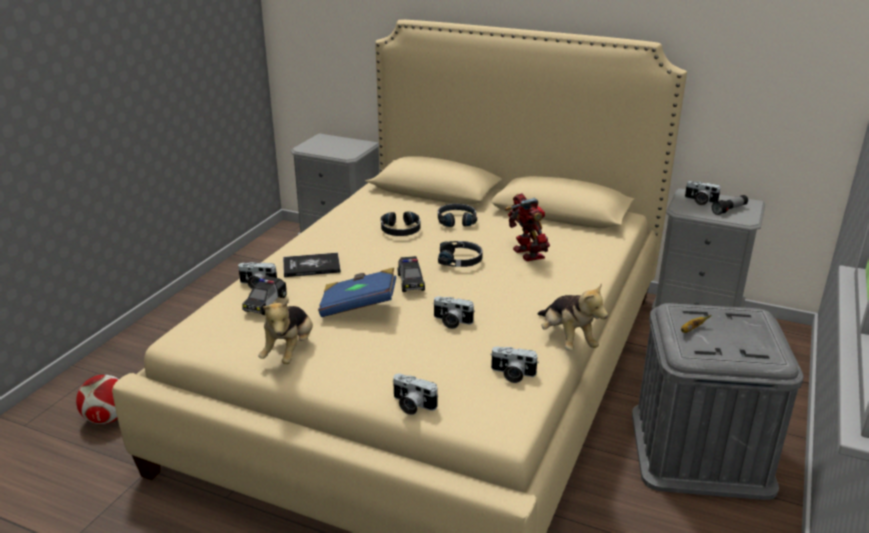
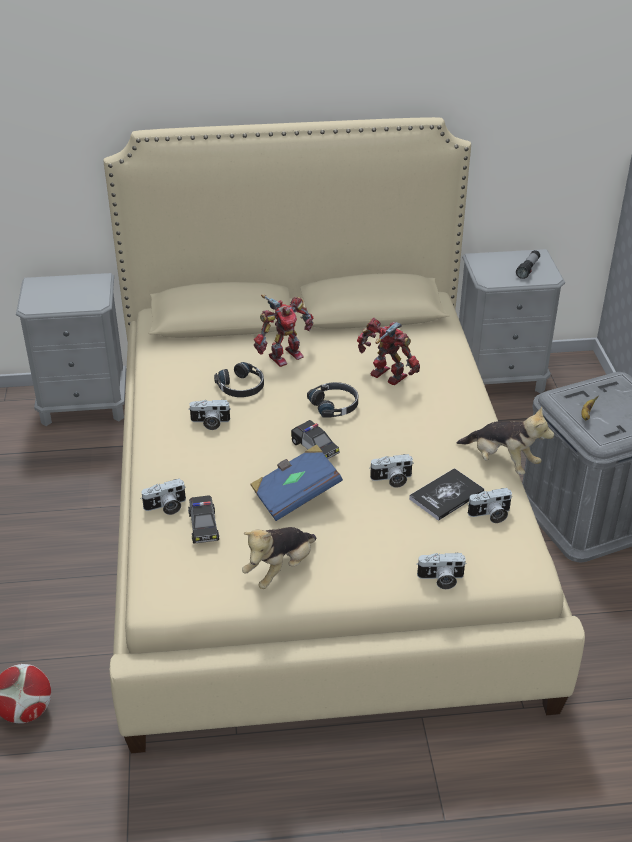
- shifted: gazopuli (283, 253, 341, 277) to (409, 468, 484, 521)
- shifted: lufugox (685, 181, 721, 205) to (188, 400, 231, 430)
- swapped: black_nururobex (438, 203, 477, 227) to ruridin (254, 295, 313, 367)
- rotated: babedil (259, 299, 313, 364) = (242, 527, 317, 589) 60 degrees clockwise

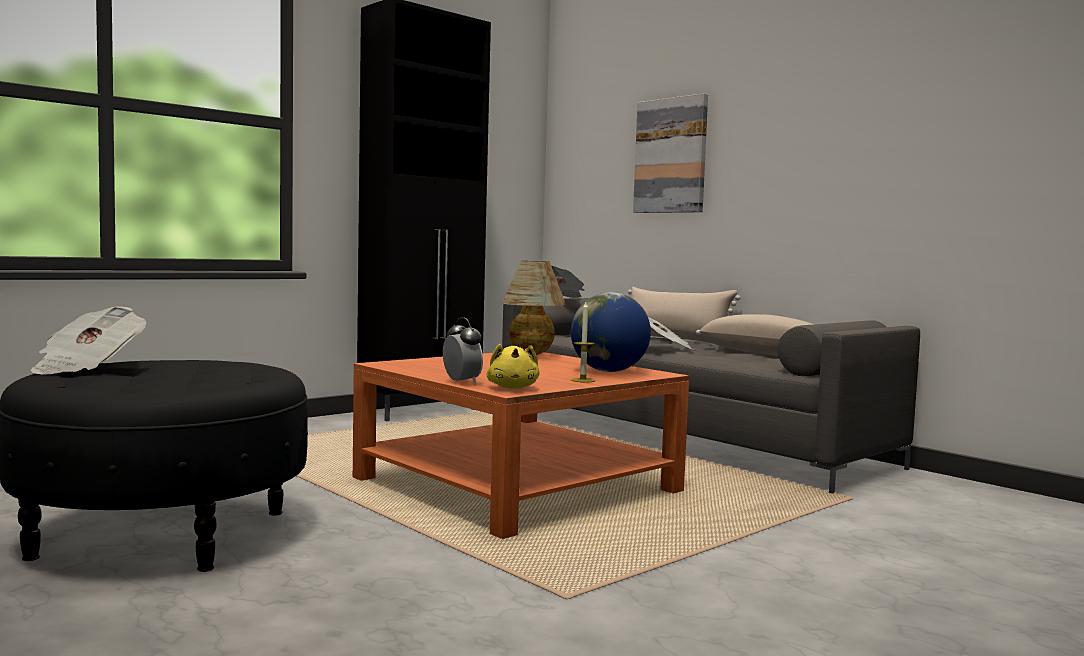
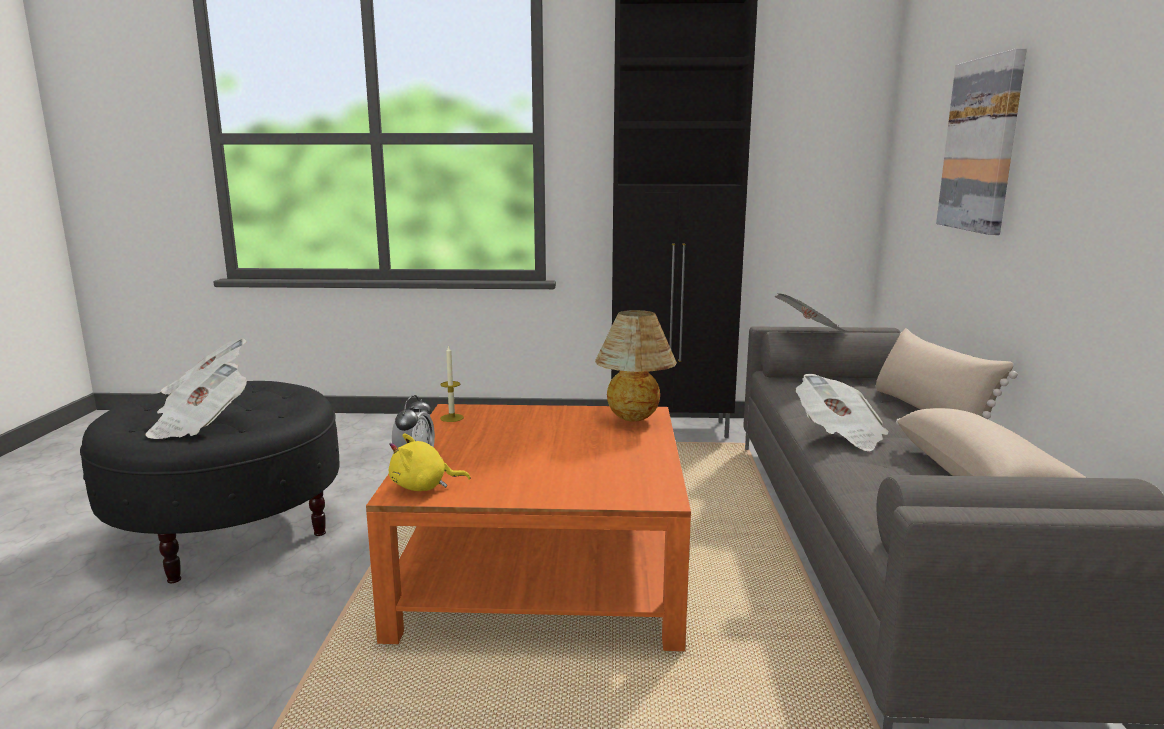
- gone: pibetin (571, 292, 651, 372)
- new: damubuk (145, 363, 247, 439)
- shifted: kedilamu (571, 302, 595, 383) to (440, 345, 464, 422)
- rotated: yellow_babedil (487, 344, 540, 389) = (389, 434, 470, 491) 45 degrees clockwise

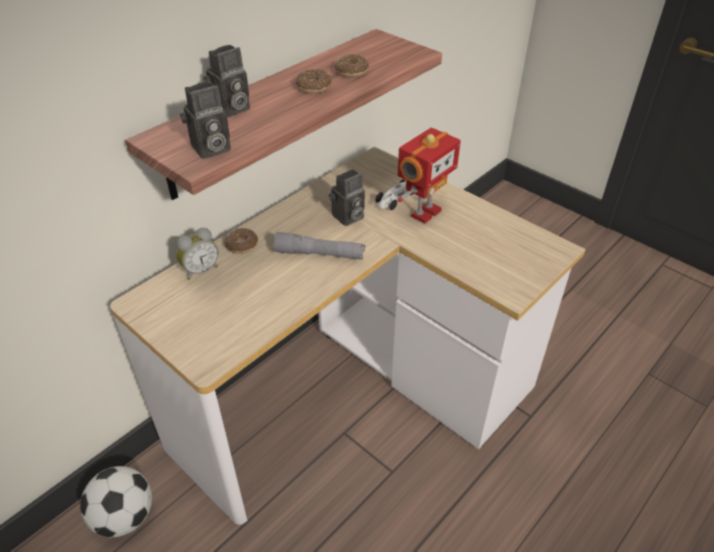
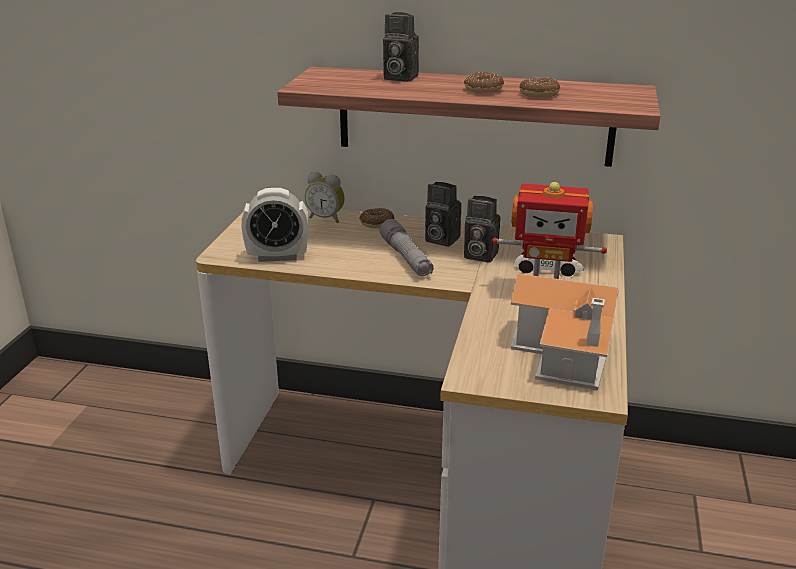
- gone: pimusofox (80, 466, 152, 537)
- new: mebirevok (241, 188, 308, 262)
- new: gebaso (511, 273, 619, 390)
- shifted: lufugox (180, 81, 231, 159) to (425, 182, 461, 247)

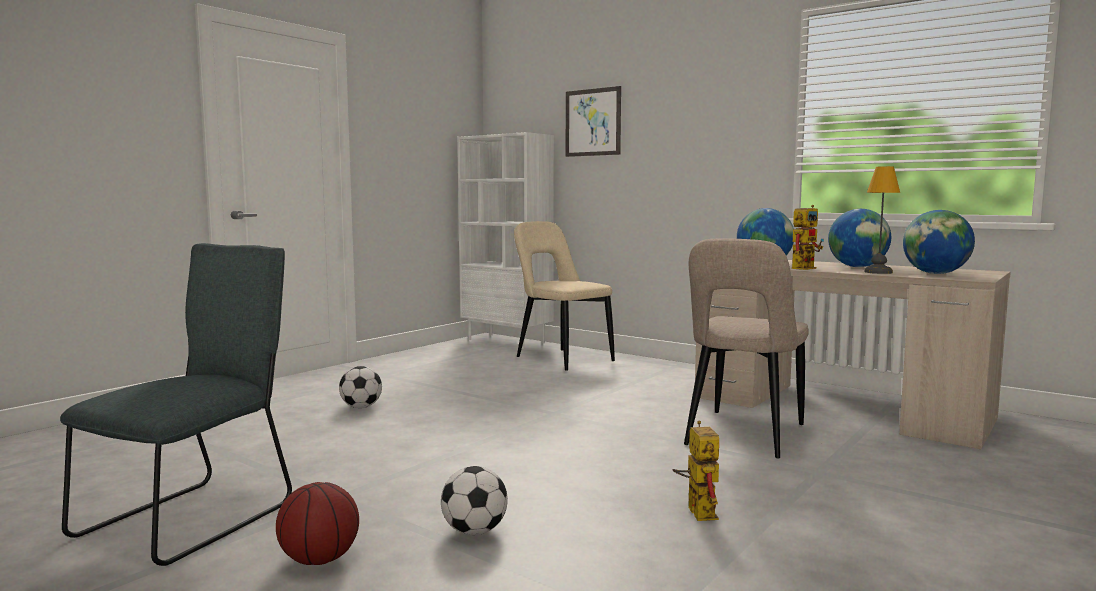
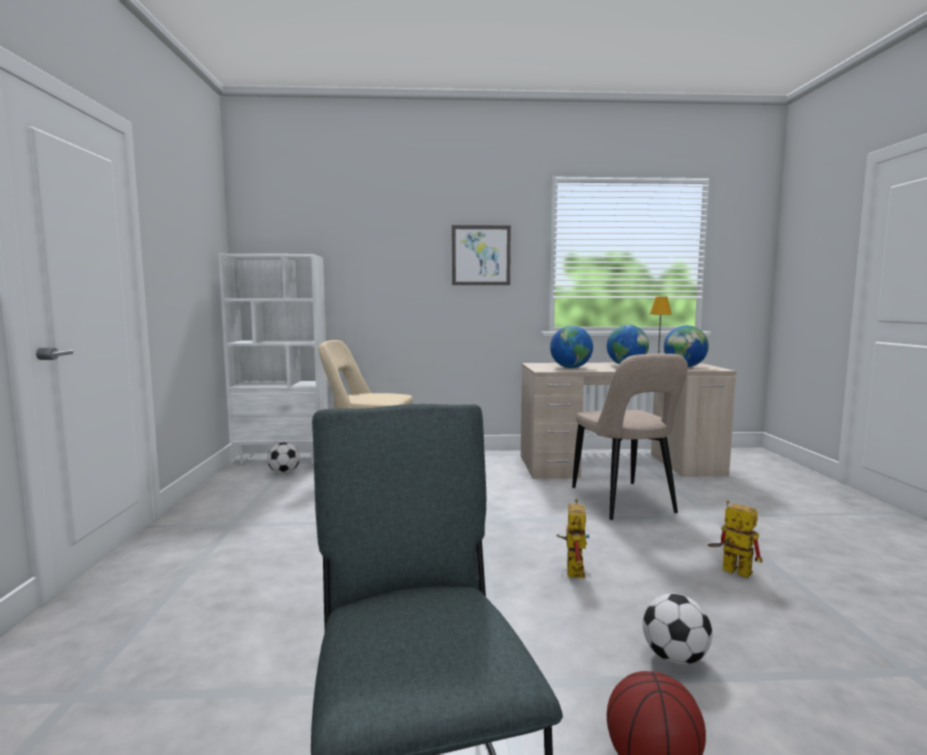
- shifted: pimusofox (339, 366, 382, 408) to (267, 442, 300, 474)
- shifted: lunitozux (566, 86, 621, 157) to (452, 225, 511, 285)
- shifted: ruridin (792, 205, 824, 270) to (557, 499, 589, 578)

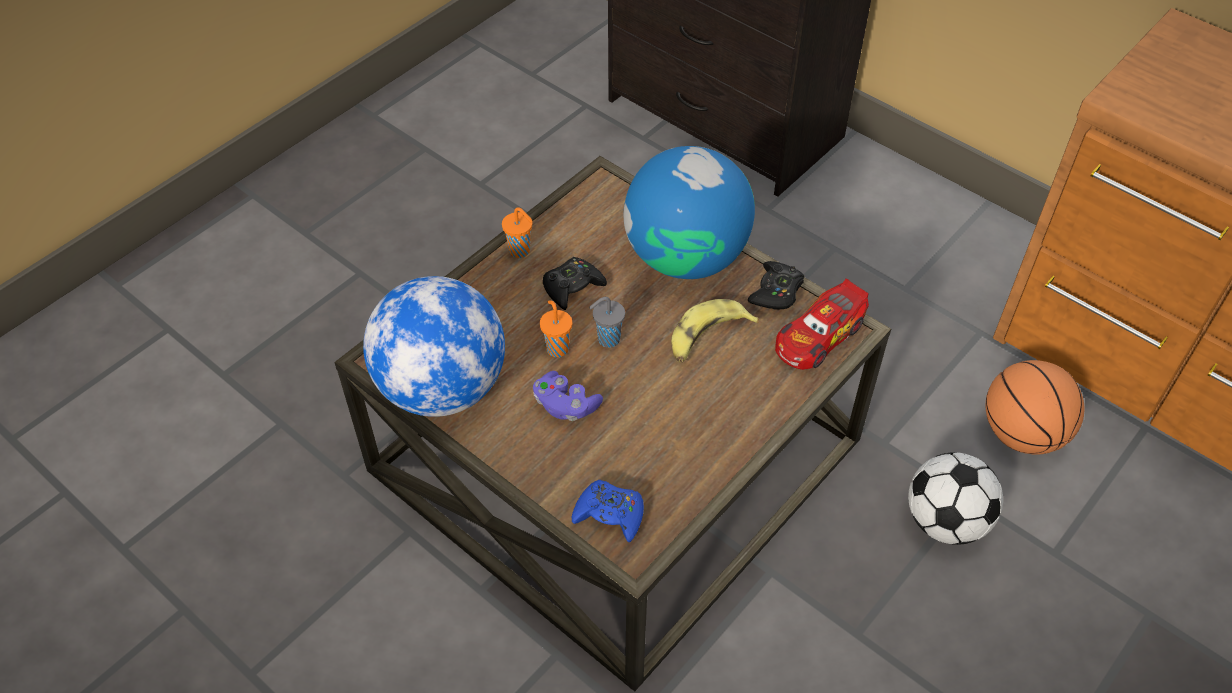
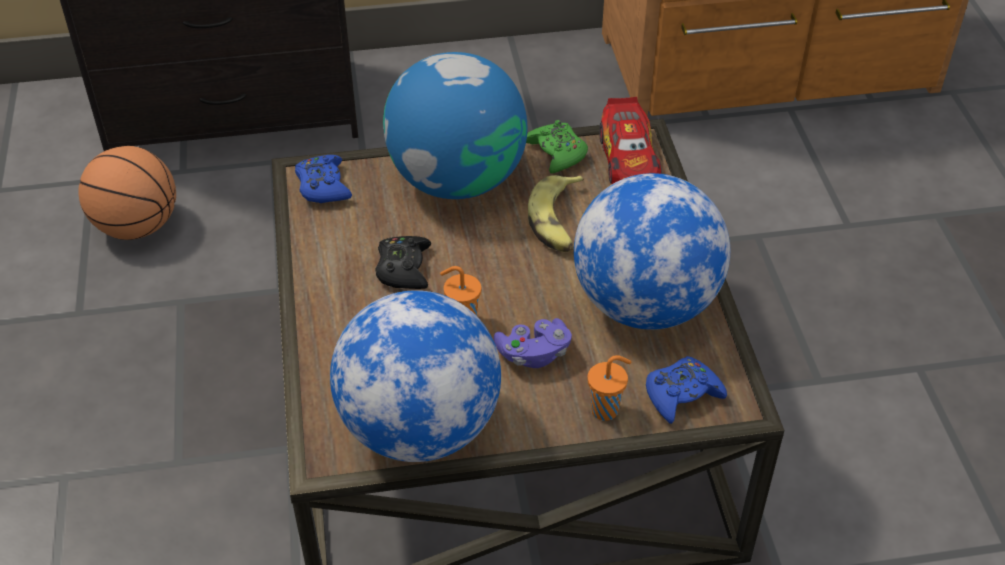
- gone: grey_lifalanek (589, 297, 625, 348)
- gone: pimusofox (908, 452, 1003, 545)
- new: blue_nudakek (295, 155, 352, 203)
- new: pibetin (574, 173, 730, 330)
- shifted: orange_lifalanek (502, 207, 532, 258) to (587, 355, 631, 421)
- shifted: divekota (986, 360, 1085, 455) to (78, 146, 176, 240)
- repainted: black_nudakek (748, 261, 804, 310) to green_nudakek (526, 120, 588, 173)

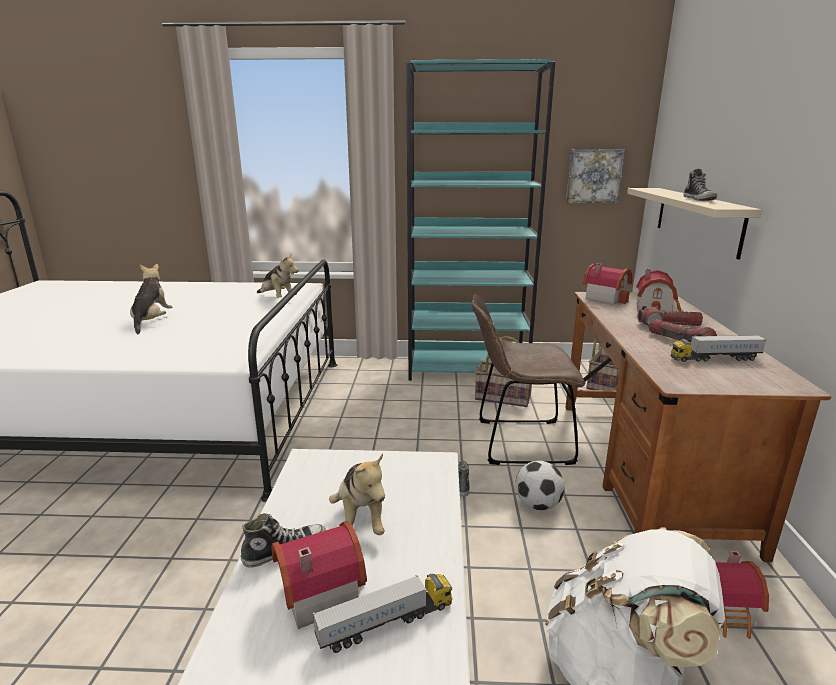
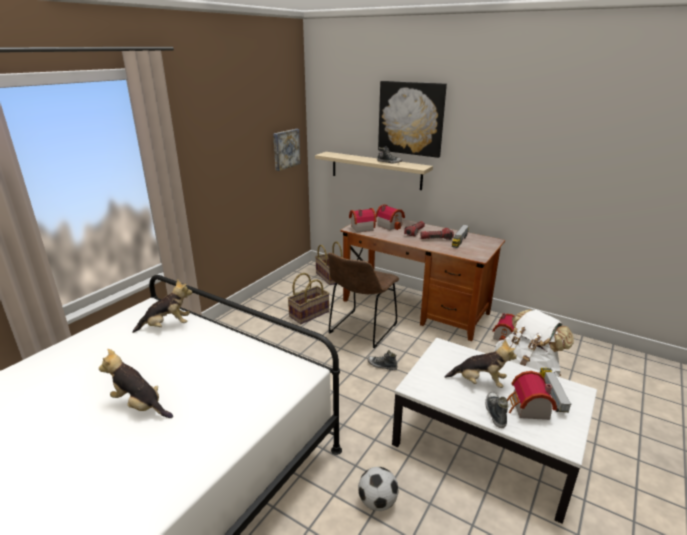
- gone: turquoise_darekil (406, 59, 555, 381)
- new: lunitozux (378, 81, 447, 158)
- shifted: pimusofox (516, 461, 565, 510) to (358, 467, 399, 511)

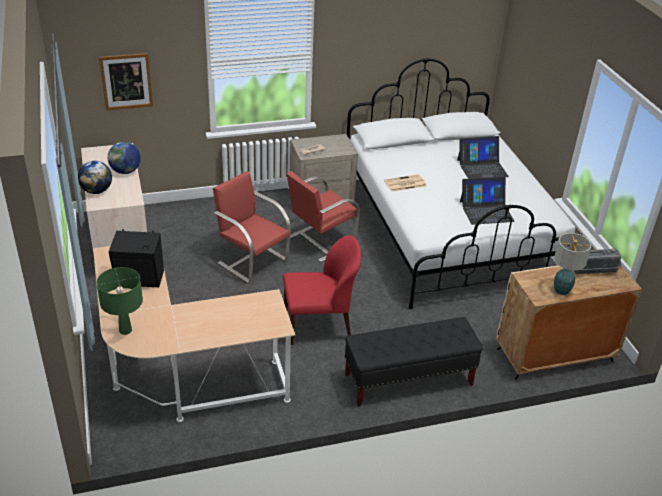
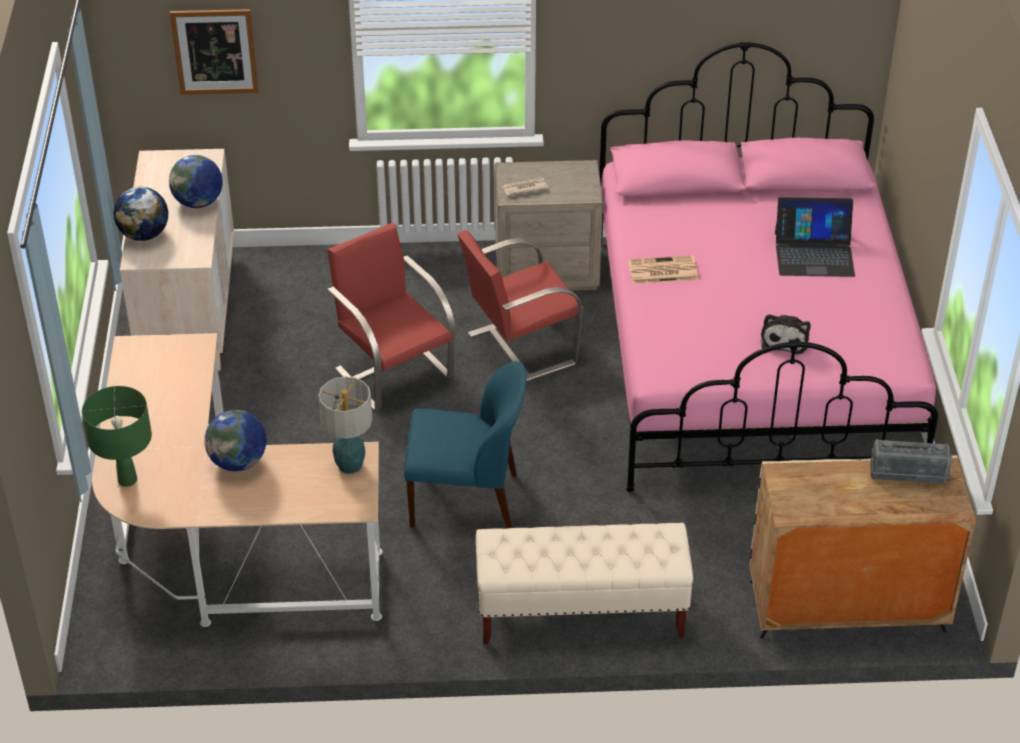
- gone: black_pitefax (109, 229, 164, 287)
- new: pibetin (204, 410, 266, 471)
- shifted: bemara (554, 233, 591, 295) to (318, 377, 372, 474)
- swapped: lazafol (460, 177, 515, 225) to babedil (761, 314, 810, 354)
- repainted: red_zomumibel (283, 235, 361, 345) to blue_zomumibel (404, 361, 527, 528)
- repainted: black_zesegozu (345, 317, 482, 407) to beige_zesegozu (476, 523, 693, 644)
- repainted: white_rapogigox (347, 58, 576, 309) to pink_rapogigox (599, 42, 938, 492)

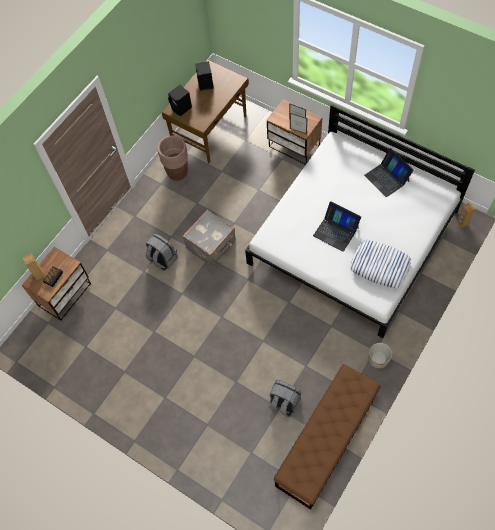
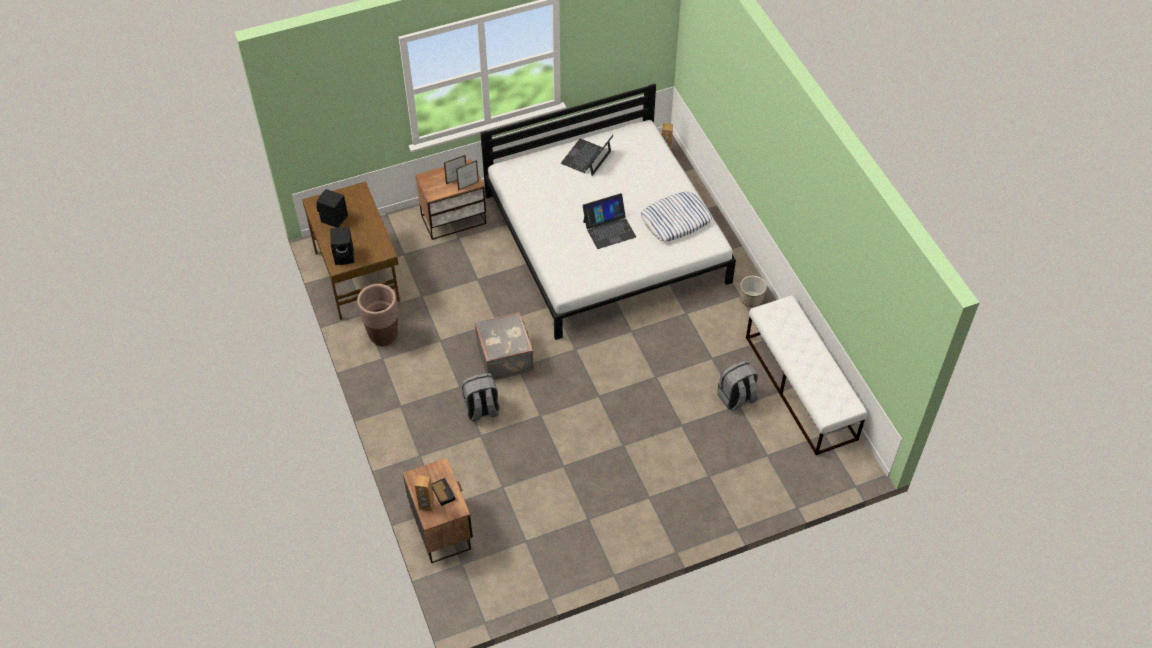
- repainted: brown_zesegozu (274, 364, 381, 510) to white_zesegozu (746, 295, 867, 455)
- rotated: lazafol (364, 148, 413, 197) = (561, 135, 614, 176) 120 degrees clockwise

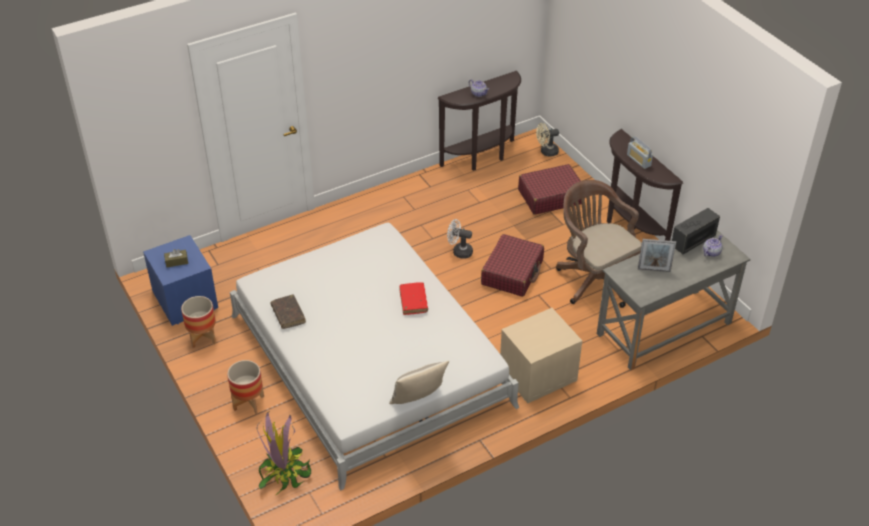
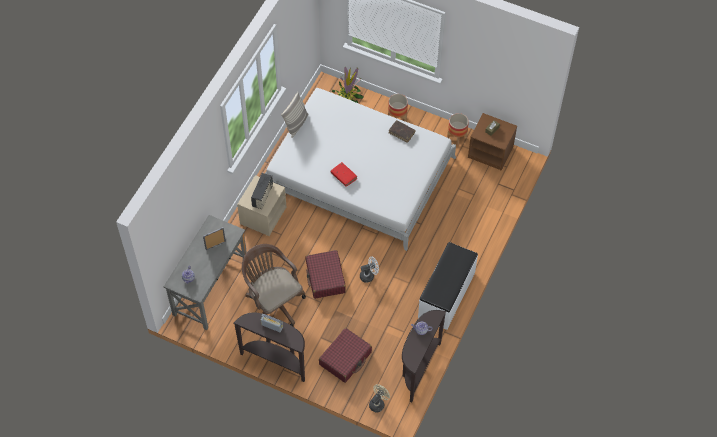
- new: white_zesegozu (418, 242, 478, 330)
- shifted: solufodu (672, 208, 720, 254) to (251, 173, 273, 209)
- repainted: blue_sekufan (143, 235, 218, 326) to brown_sekufan (468, 113, 517, 171)
- rotated: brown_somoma (556, 180, 642, 308) = (242, 244, 306, 326) 150 degrees counterclockwise

